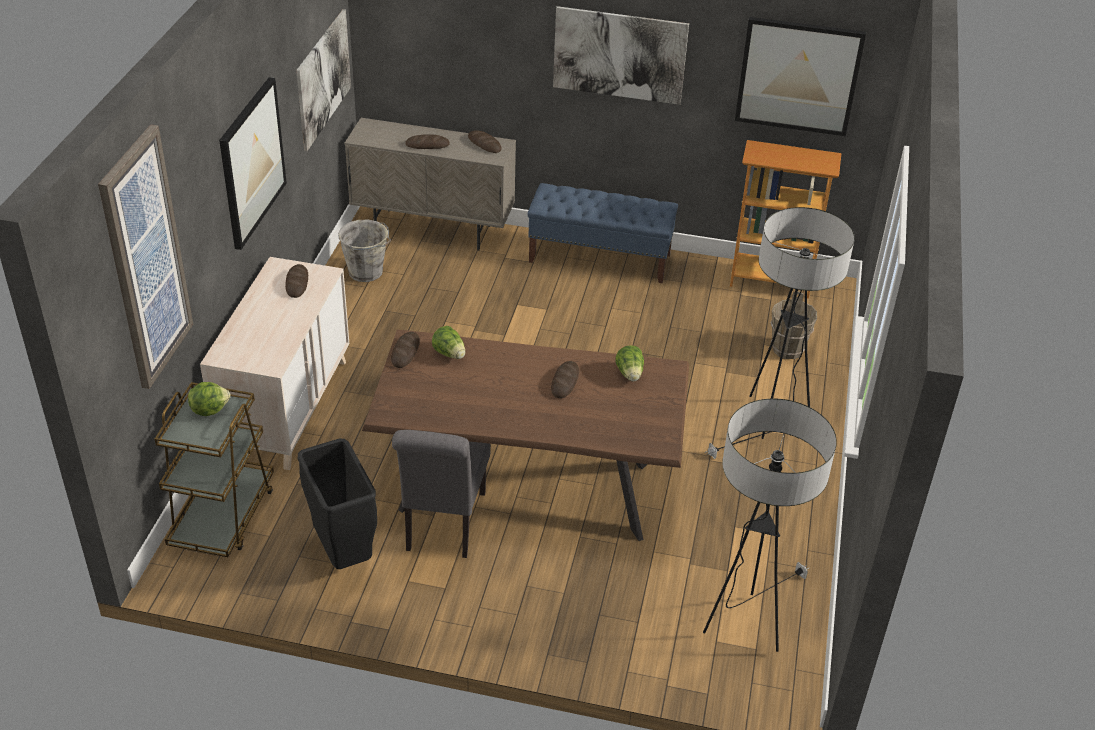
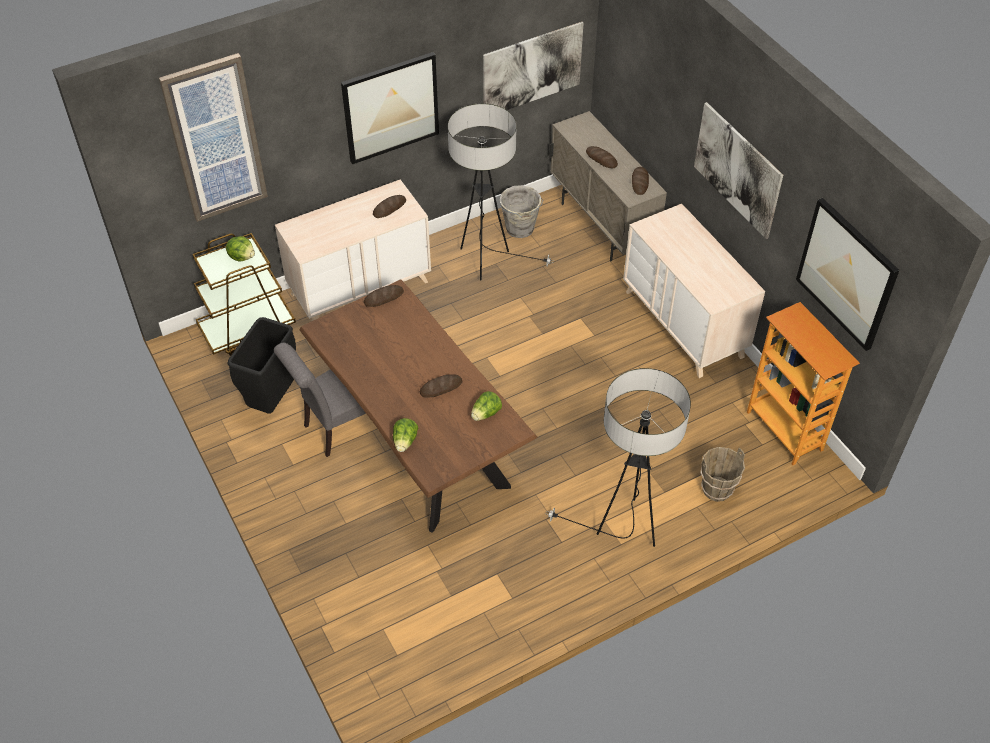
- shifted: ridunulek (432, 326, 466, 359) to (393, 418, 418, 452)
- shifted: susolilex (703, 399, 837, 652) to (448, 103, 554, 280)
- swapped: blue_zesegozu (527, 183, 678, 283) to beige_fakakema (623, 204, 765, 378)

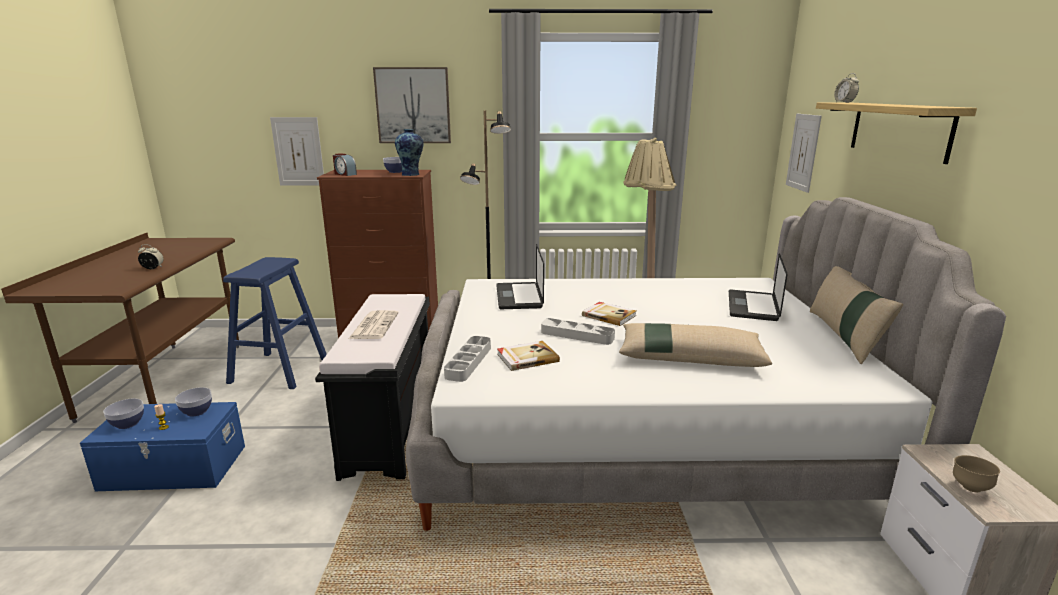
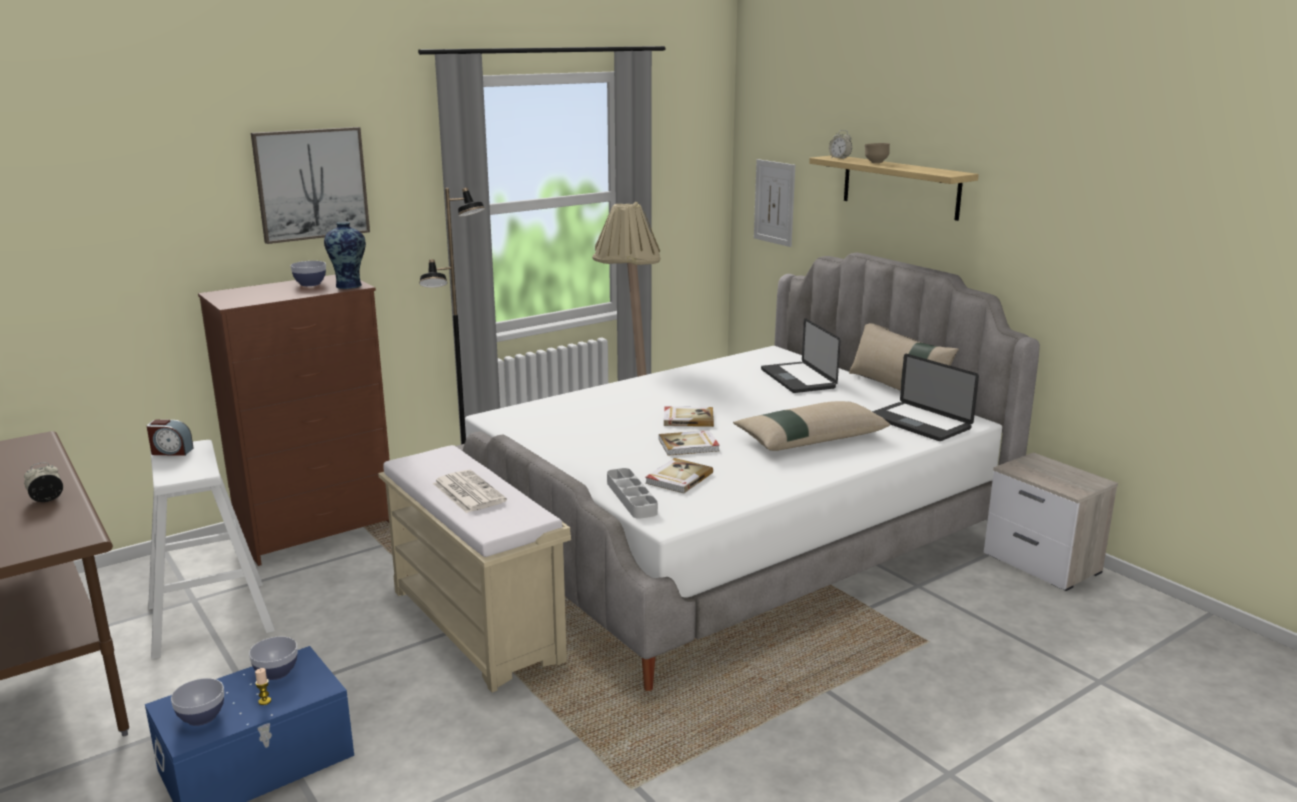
- gone: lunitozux (270, 117, 324, 186)
- shifted: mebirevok (333, 153, 357, 176) to (147, 420, 194, 456)
- shifted: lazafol (496, 244, 544, 309) to (872, 354, 979, 441)
- shifted: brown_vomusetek (953, 455, 1000, 492) to (865, 143, 890, 163)
- swapped: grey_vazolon (541, 318, 615, 345) to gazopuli (659, 430, 720, 456)
- repainted: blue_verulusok (223, 257, 327, 389) to white_verulusok (148, 440, 275, 660)
- repainted: black_zesegozu (315, 294, 430, 481) to beige_zesegozu (378, 445, 571, 693)

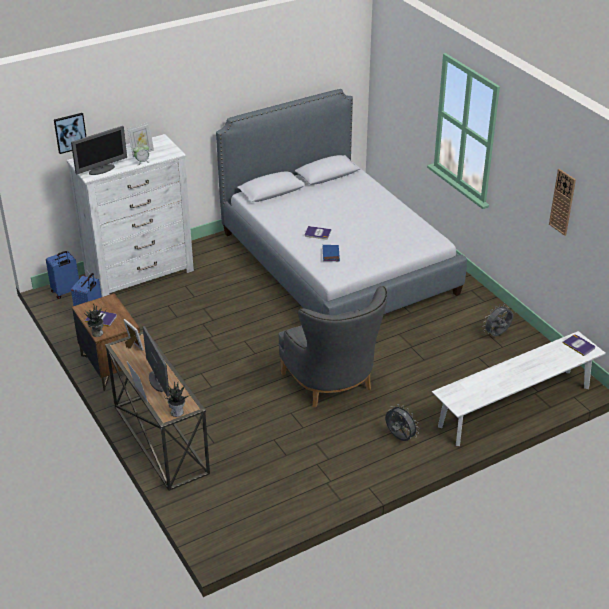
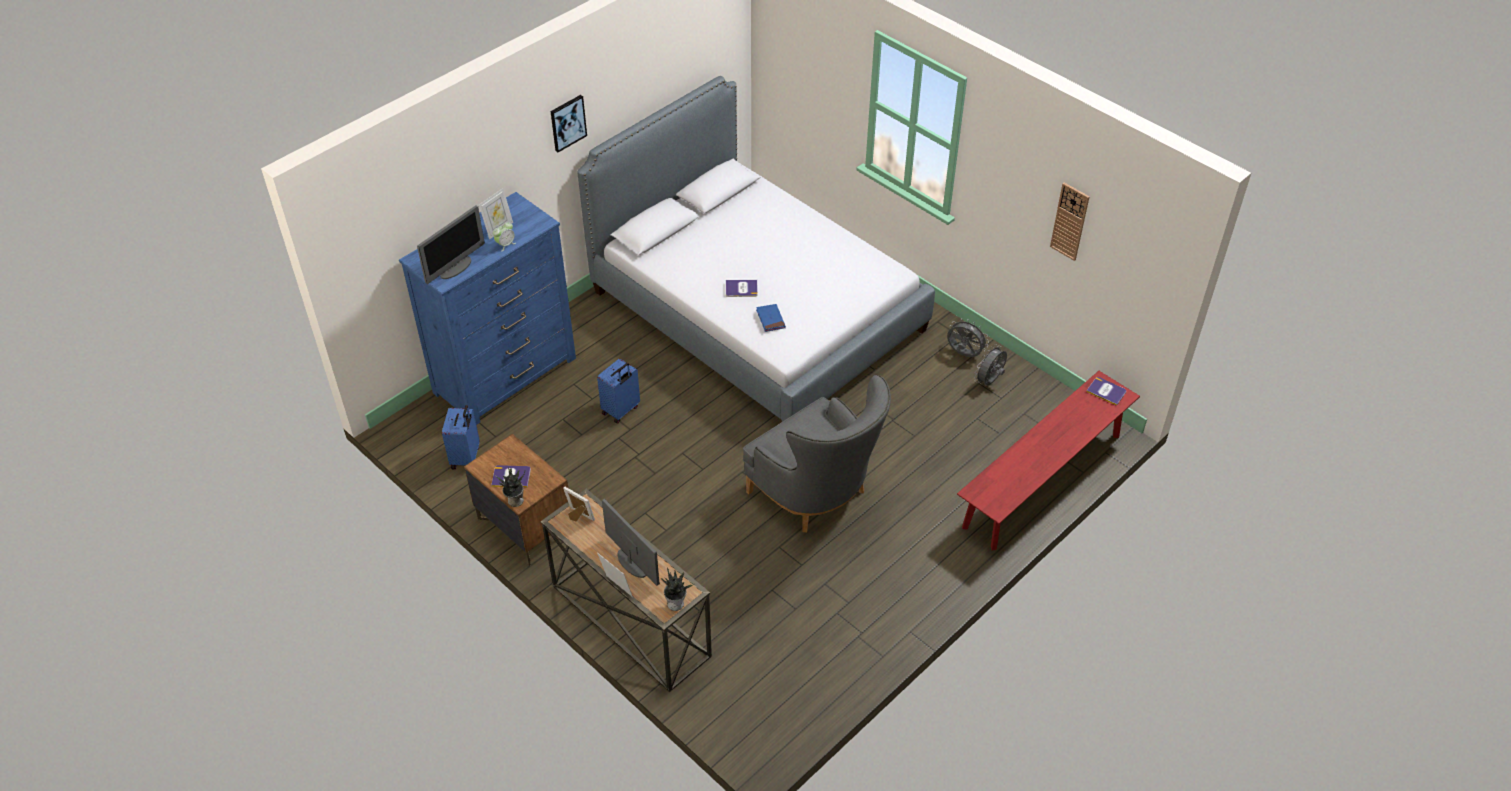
- shifted: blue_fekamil (46, 251, 79, 299) to (597, 359, 640, 424)
- shifted: lunitozux (54, 113, 86, 154) to (550, 95, 587, 152)
- shifted: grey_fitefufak (385, 404, 419, 441) to (947, 319, 989, 357)
- repainted: white_fakakema (66, 134, 194, 297) to blue_fakakema (399, 192, 576, 425)
- repainted: white_zesegozu (432, 331, 606, 446) to red_zesegozu (957, 371, 1140, 550)

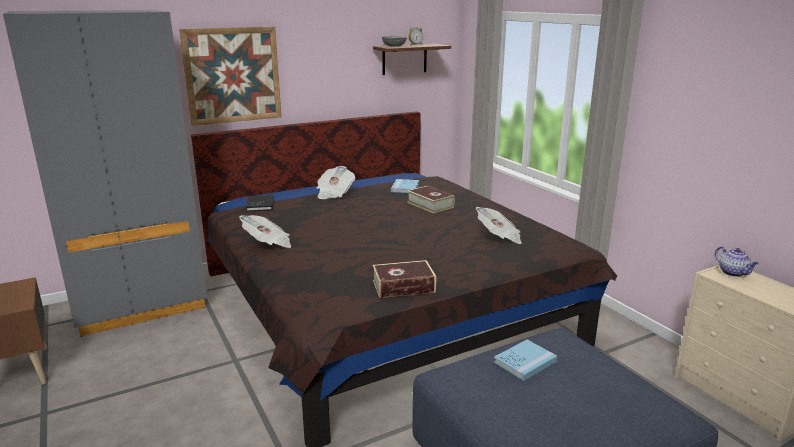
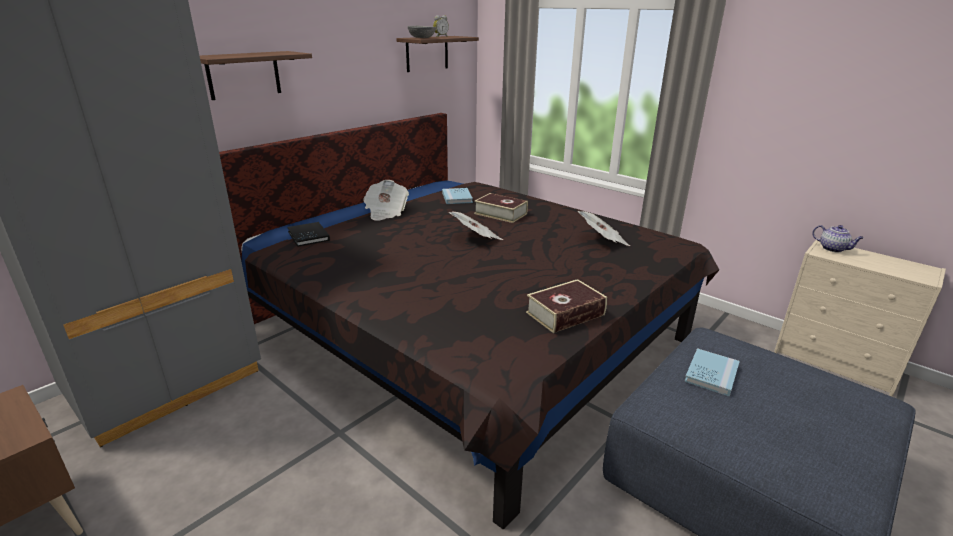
- shifted: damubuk (239, 215, 291, 248) to (448, 212, 503, 240)
- swapped: lunitozux (179, 27, 282, 126) to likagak (200, 51, 312, 100)

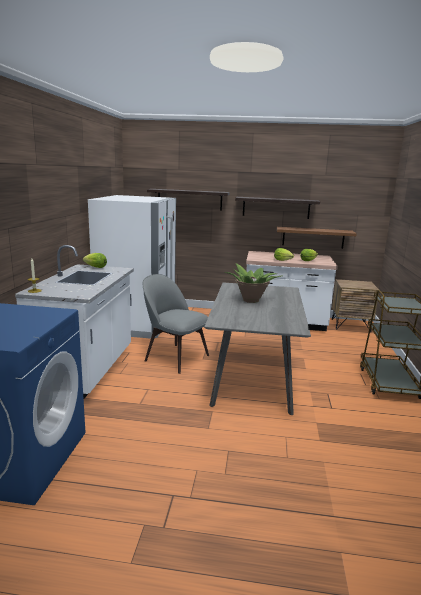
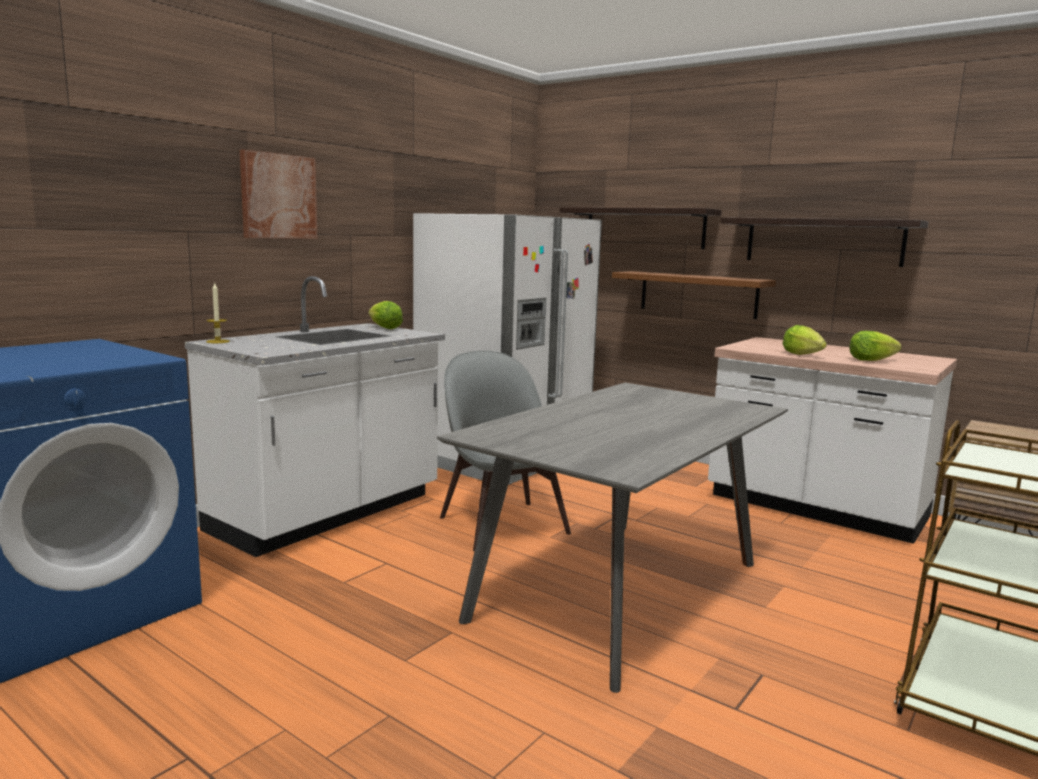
- gone: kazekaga (224, 263, 283, 303)
- new: lunitozux (240, 150, 317, 239)
- shifted: brown_likagak (277, 227, 357, 249) to (612, 271, 776, 319)

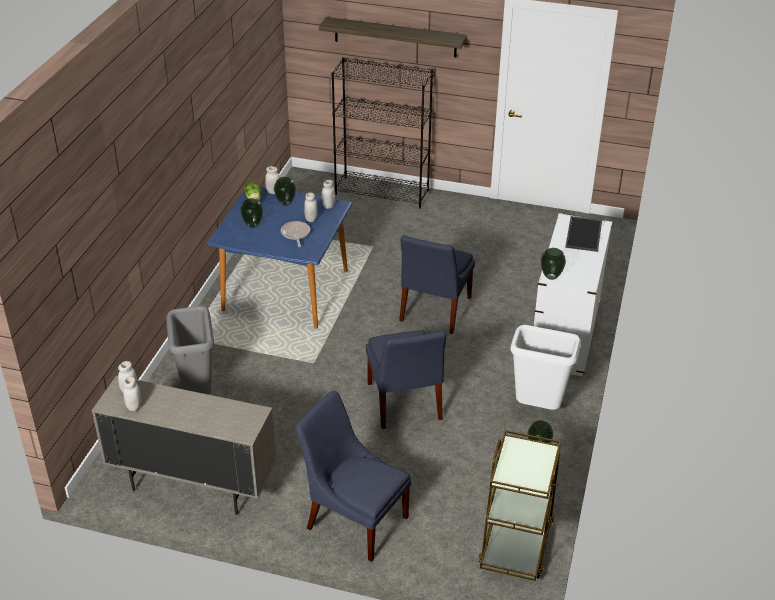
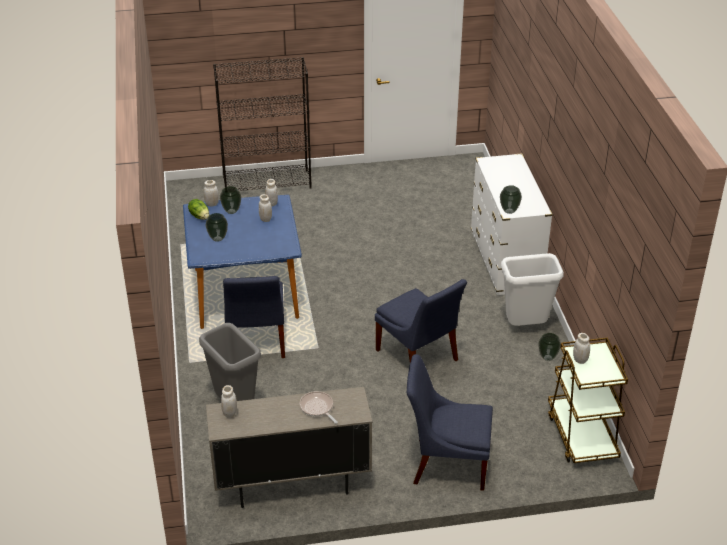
- gone: likagak (319, 17, 467, 57)
- gone: vazolon (565, 216, 602, 252)
- shifted: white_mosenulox (123, 376, 141, 411) to (573, 333, 590, 364)
- shifted: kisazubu (281, 221, 310, 247) to (299, 391, 338, 424)
- shifted: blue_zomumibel (399, 235, 475, 334) to (223, 276, 285, 358)

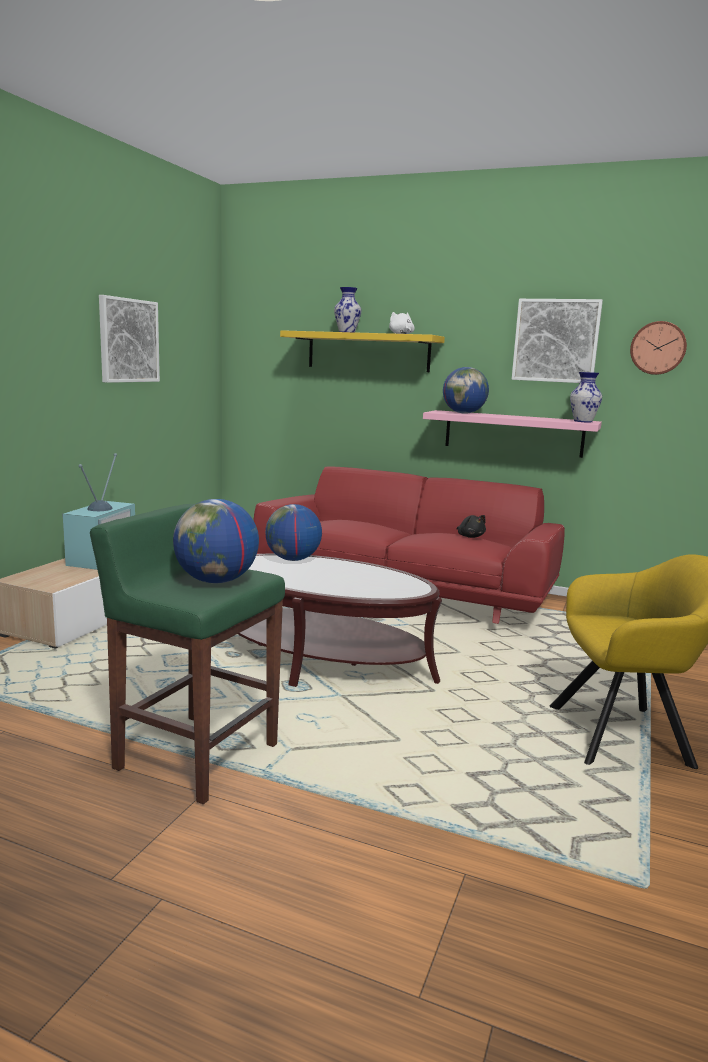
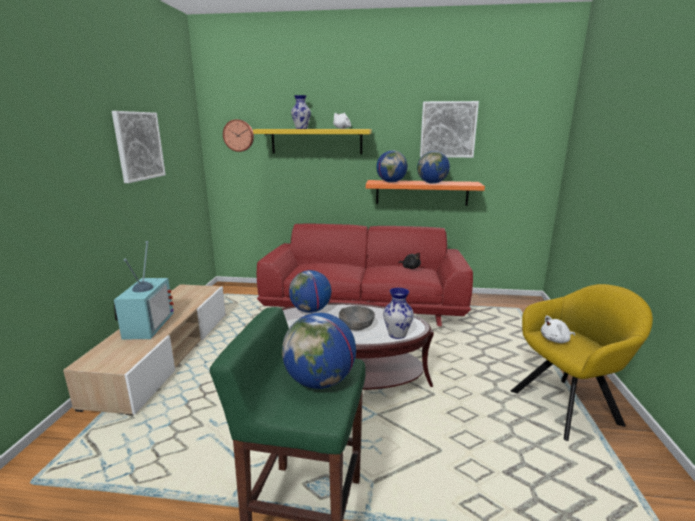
- new: grey_vomusetek (339, 306, 375, 331)
- new: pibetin (417, 151, 450, 184)
- new: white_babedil (541, 315, 575, 343)
- shifted: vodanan (570, 372, 602, 423) to (383, 288, 414, 339)
- shifted: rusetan (630, 321, 687, 375) to (223, 119, 254, 152)
- repainted: pink_likagak (423, 410, 602, 458) to orange_likagak (366, 180, 485, 206)

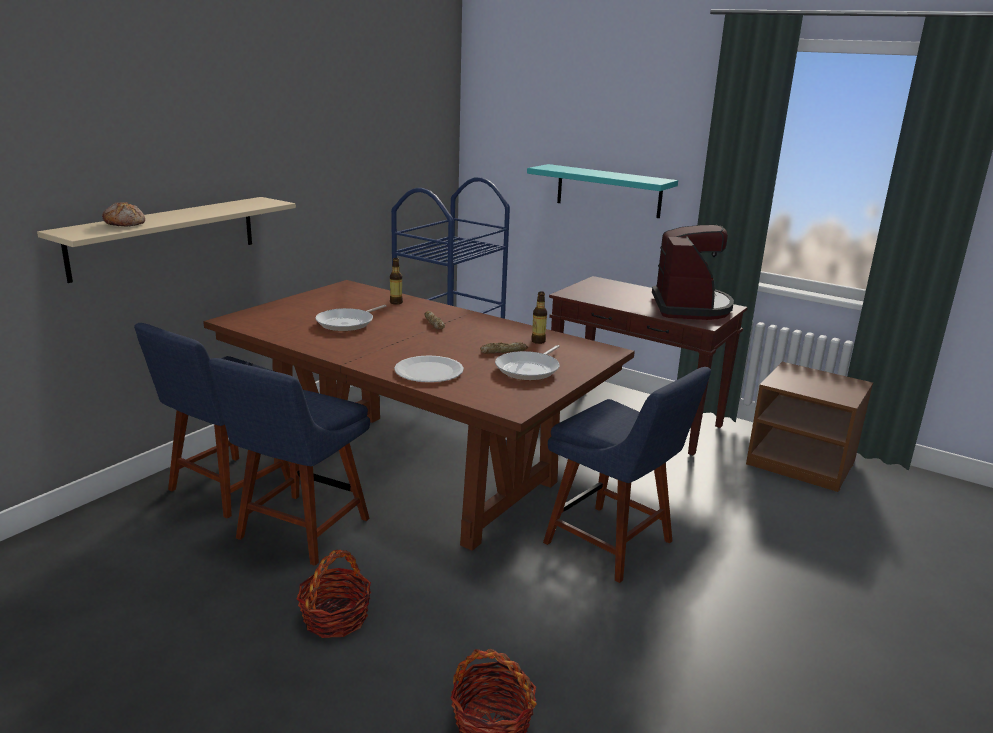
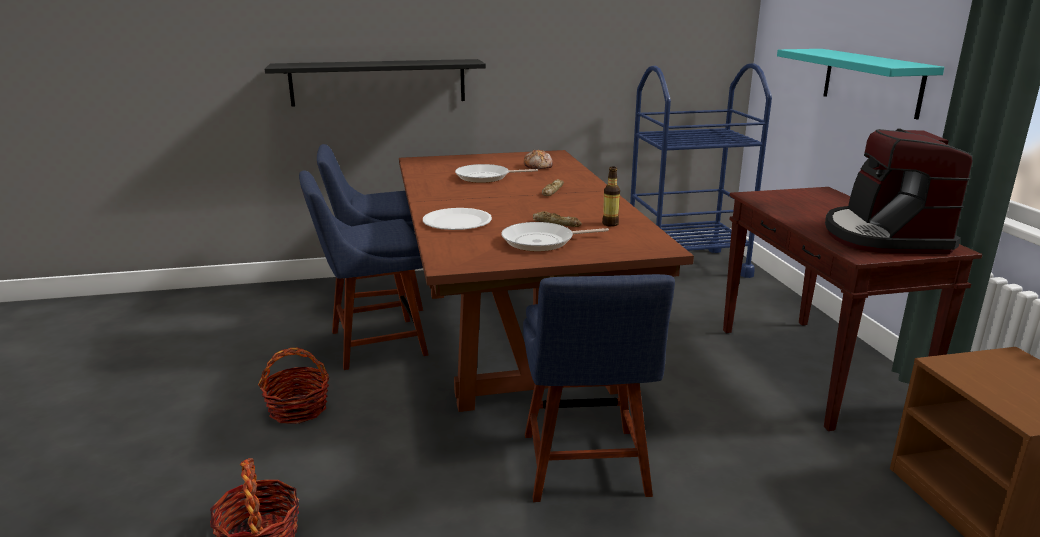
- gone: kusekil (390, 258, 403, 305)
- shifted: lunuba (102, 202, 145, 227) to (524, 150, 553, 169)
- repainted: beige_likagak (37, 197, 296, 283) to black_likagak (265, 59, 486, 107)
- rotated: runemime (652, 224, 734, 320) = (825, 129, 973, 254) 135 degrees clockwise

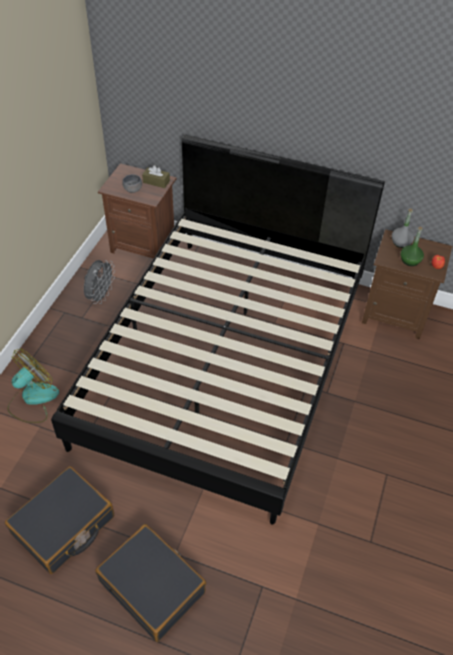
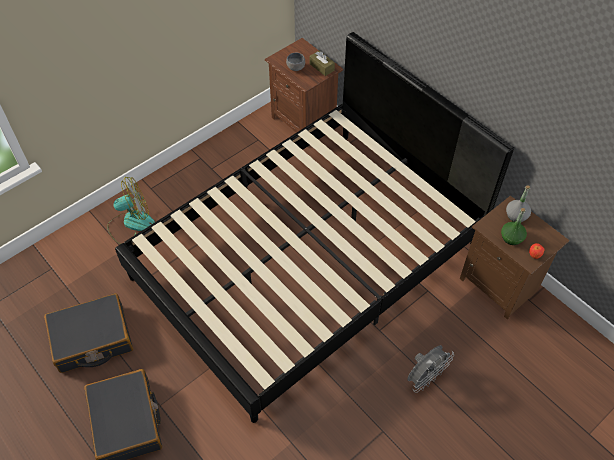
- shifted: grey_fitefufak (84, 260, 115, 304) to (407, 345, 454, 393)

